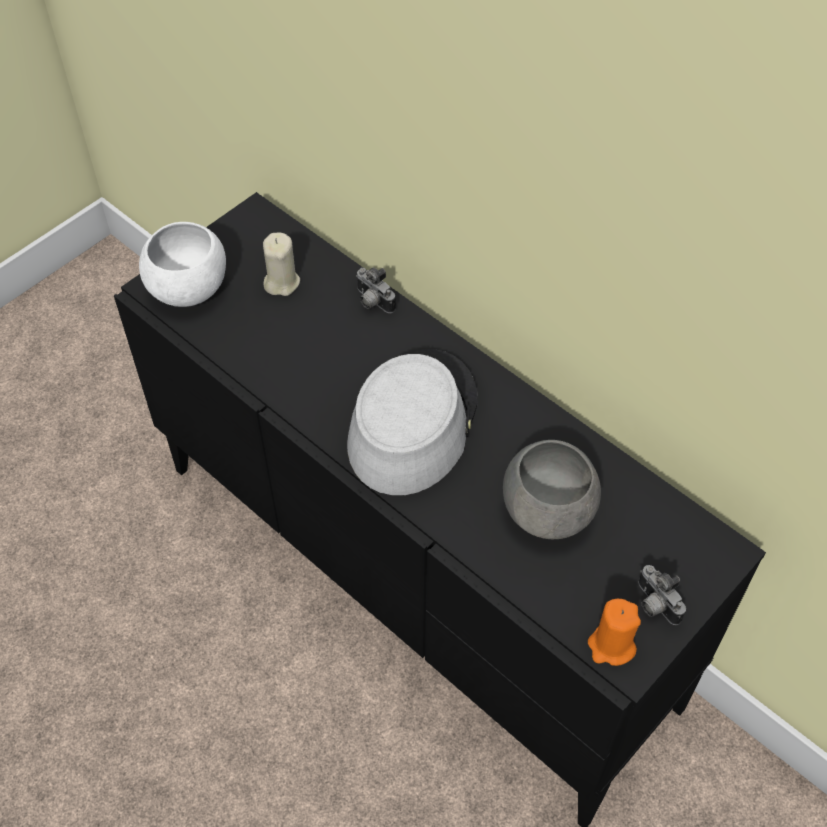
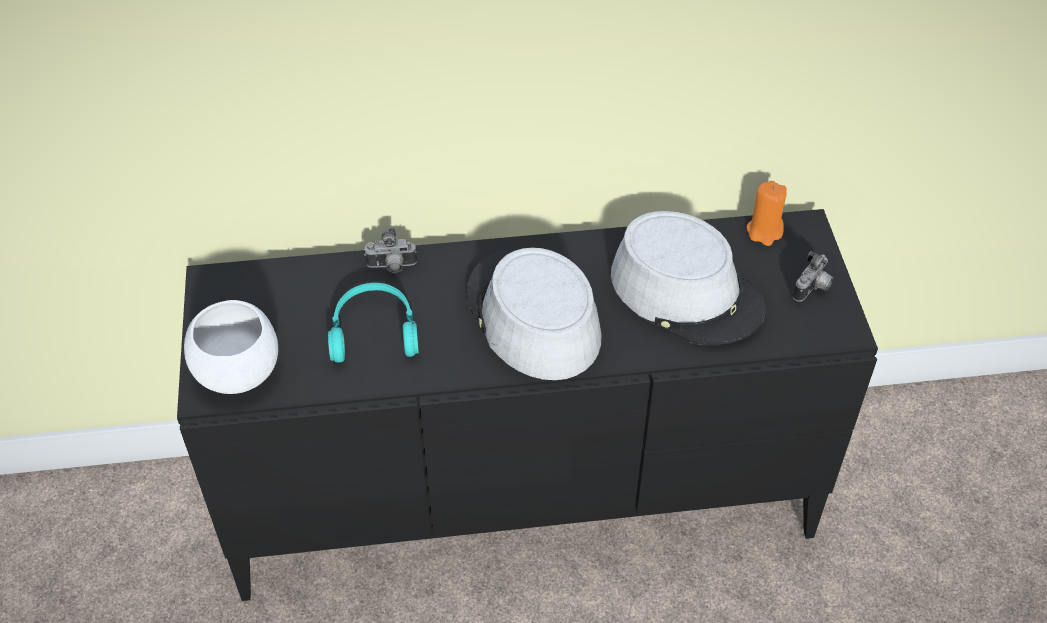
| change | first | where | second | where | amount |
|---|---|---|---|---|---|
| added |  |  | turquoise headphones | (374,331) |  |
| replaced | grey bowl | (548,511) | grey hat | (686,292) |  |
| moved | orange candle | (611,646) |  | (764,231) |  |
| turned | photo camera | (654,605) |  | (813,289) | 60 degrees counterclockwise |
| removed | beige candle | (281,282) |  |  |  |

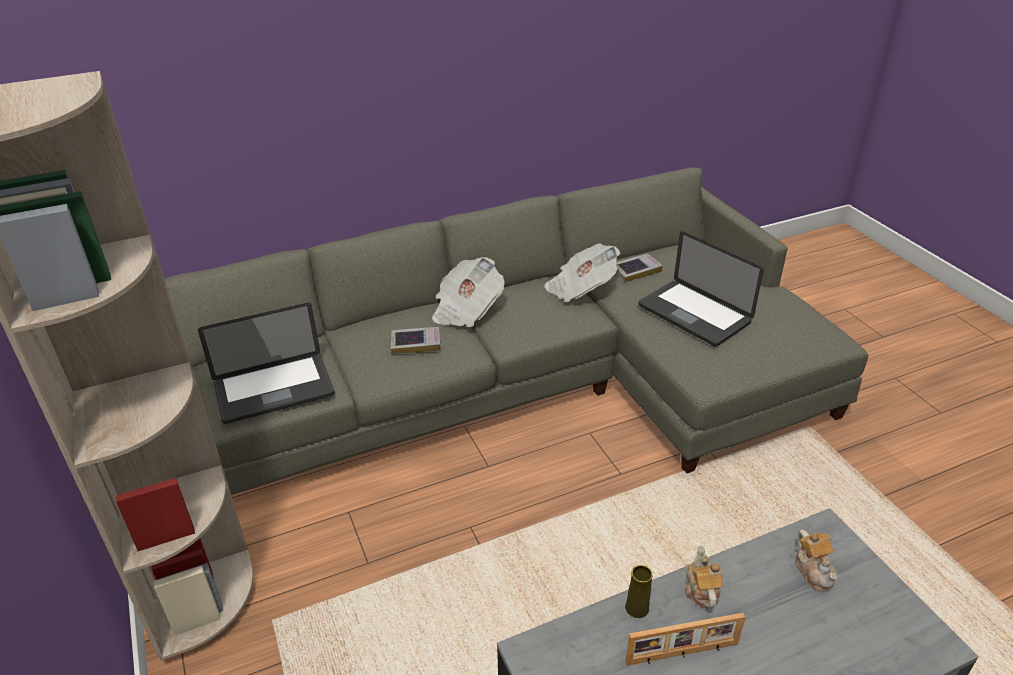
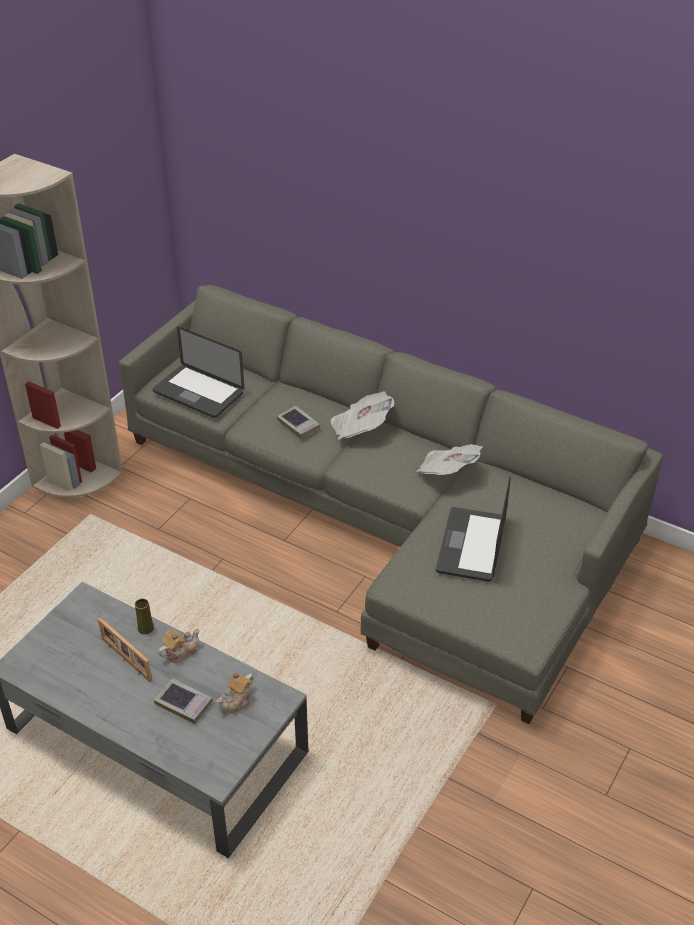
| change | first | where | second | where | amount |
|---|---|---|---|---|---|
| moved | book | (636,270) |  | (184,703) |  |

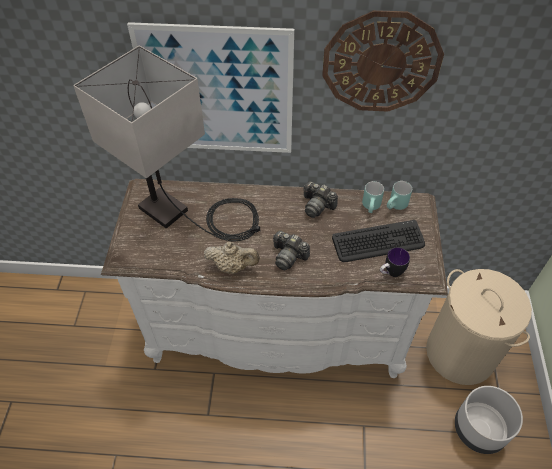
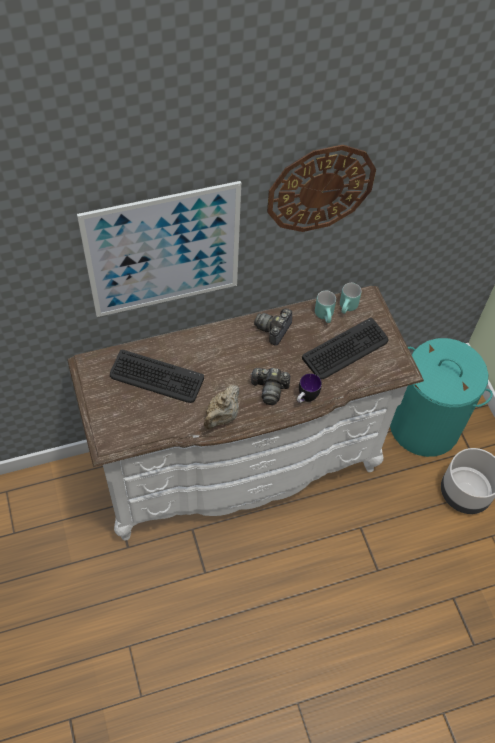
| change | first | where | second | where | amount |
|---|---|---|---|---|---|
| replaced | table lamp | (192,215) | keyboard | (156,377) |  |
| turned | beige teapot | (232,266) |  | (222,416) | 135 degrees clockwise |
| turned | photo camera | (317,206) |  | (274,329) | 105 degrees clockwise |
| moved | mug | (390,273) |  | (305,399) |  |
| recoloured | beige laundry basket | (459,352) | turquoise laundry basket | (423,425) |  |

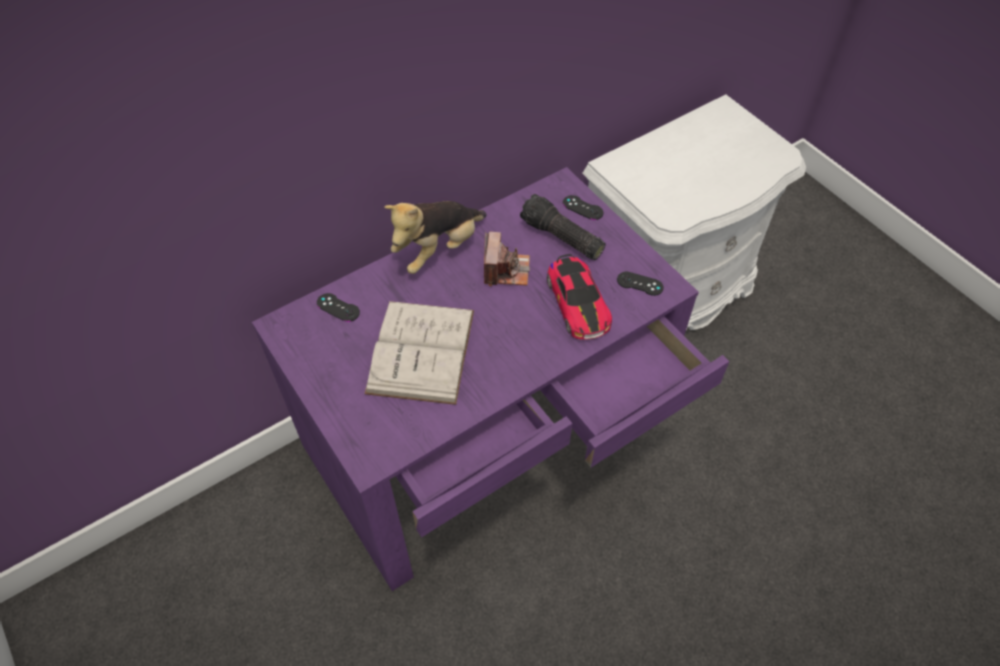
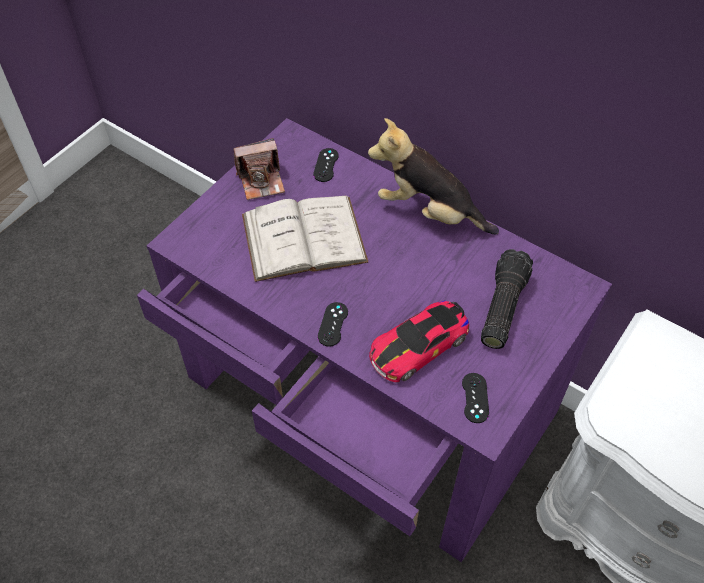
| change | first | where | second | where | amount |
|---|---|---|---|---|---|
| moved | photo camera | (505,270) |  | (261,181) |  |
| moved | black game controller | (582,208) |  | (333,324) |  |

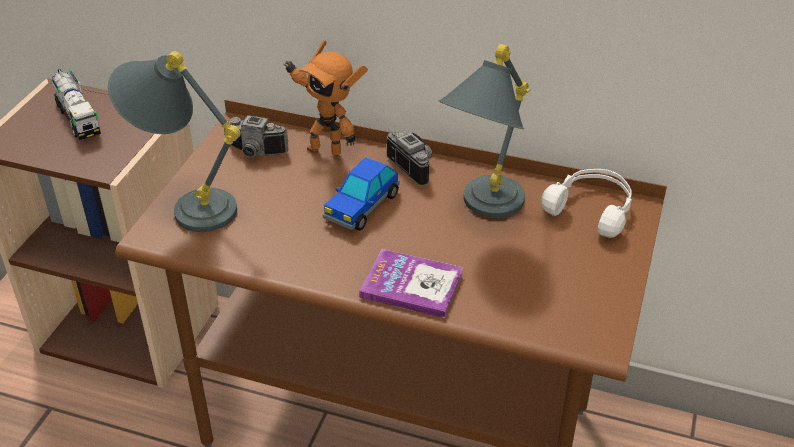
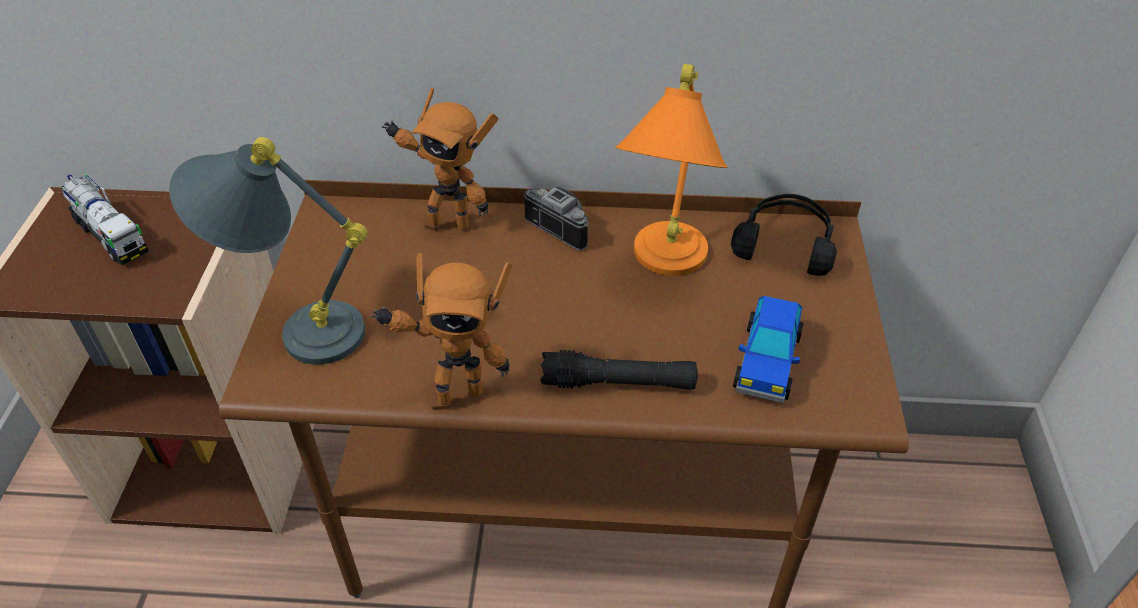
| change | first | where | second | where | amount |
|---|---|---|---|---|---|
| added |  |  | toy robot | (454,394) |  |
| replaced | book | (412,285) | black flashlight | (618,383) |  |
| recoloured | grey table lamp | (481,211) | orange table lamp | (662,269) |  |
| recoloured | white headphones | (591,209) | black headphones | (785,243) |  |
| moved | toy car | (362,206) |  | (767,361) |  |
| removed | photo camera | (255,153) |  |  |  |

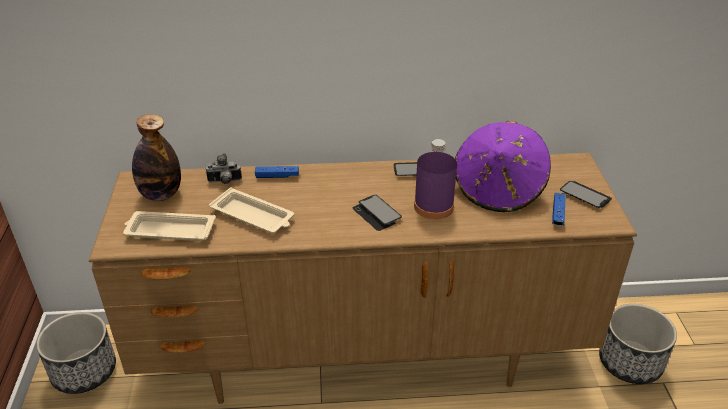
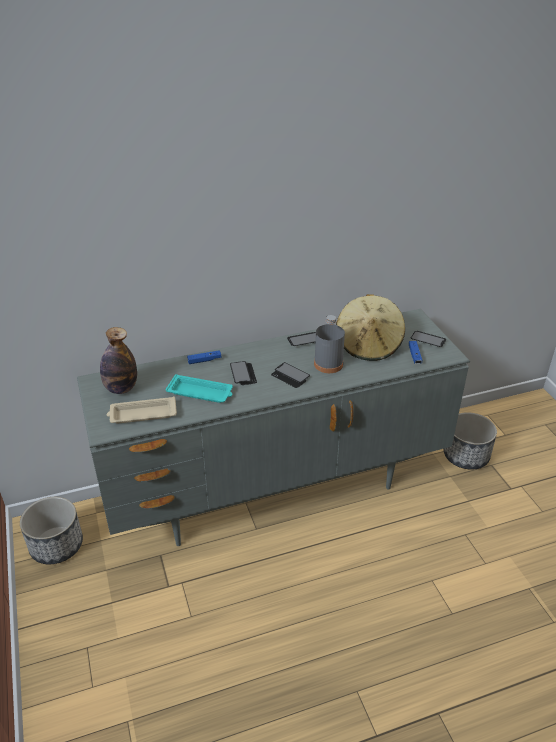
| change | first | where | second | where | amount |
|---|---|---|---|---|---|
| recoloured | brown dresser | (363,360) | grey dresser | (277,492) |  |
| recoloured | beige tray | (253,216) | turquoise tray | (201,393) |  |
| added |  |  | phone | (243,374) |  |
| recoloured | purple bottle | (433,206) | grey bottle | (328,364) |  |
| recoloured | purple hat | (499,190) | beige hat | (369,345) |  |
| removed | photo camera | (224,182) |  |  |  |

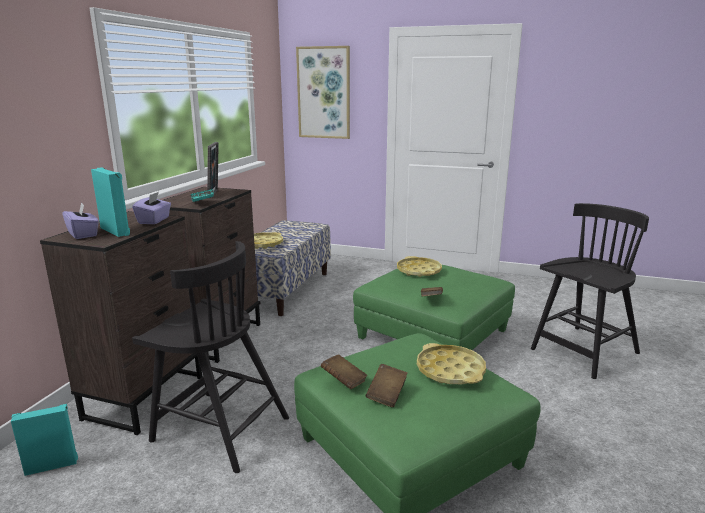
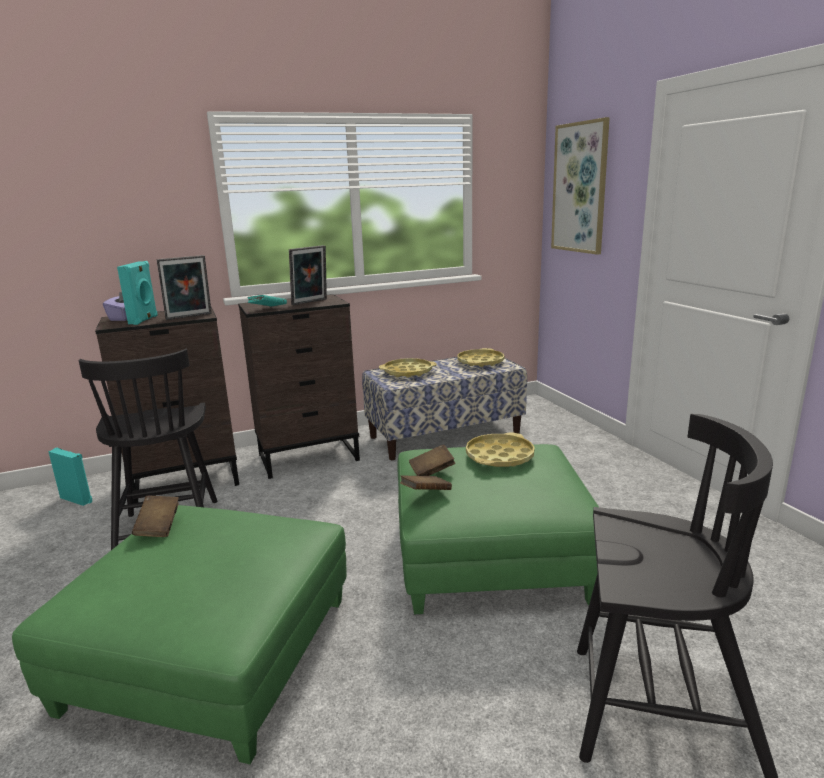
| change | first | where | second | where | amount |
|---|---|---|---|---|---|
| replaced | purple tissue box | (154,220) | picture frame | (189,317) |  |
| moved | brown book | (386,395) |  | (432,471) |  |
| moved | yellow tray | (450,370) |  | (480,362) |  |

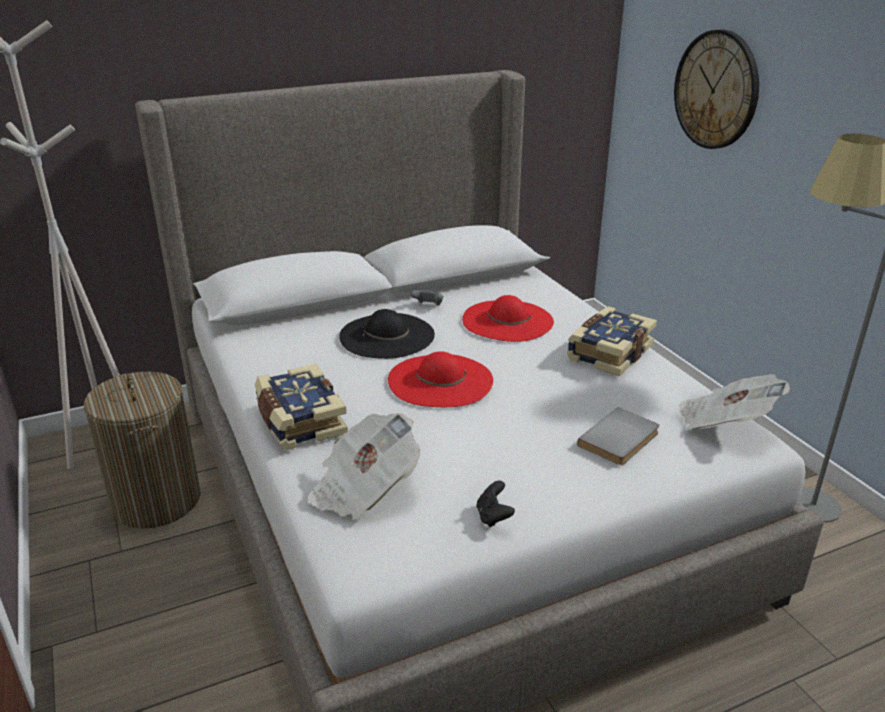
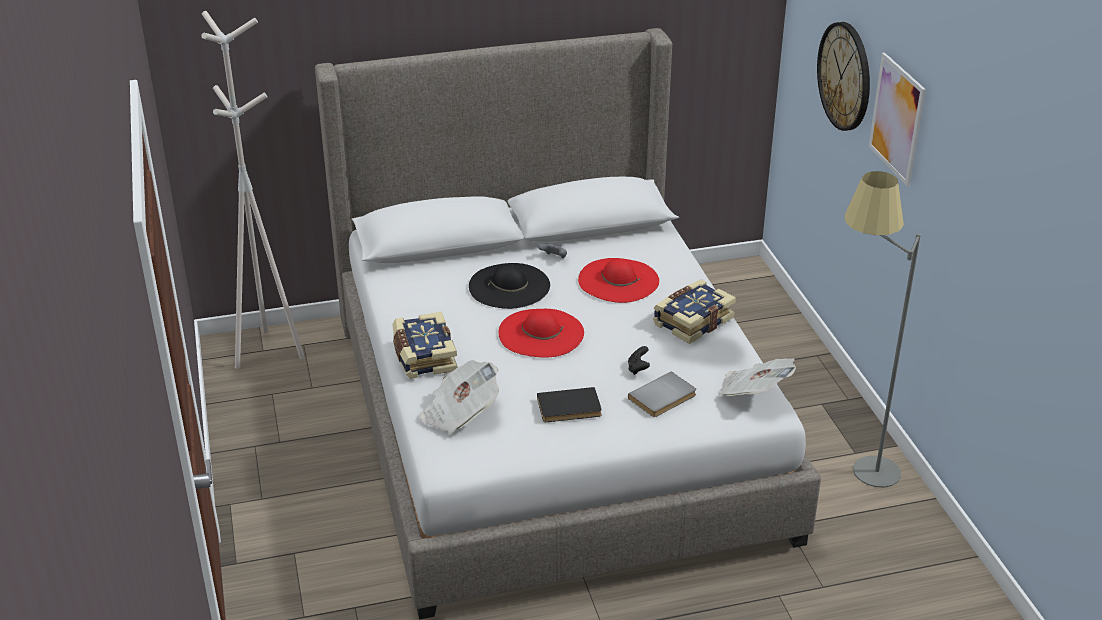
| change | first | where | second | where | amount |
|---|---|---|---|---|---|
| added |  |  | black book | (569,408) |  |
| moved | black game controller | (493,516) |  | (638,369) |  |
| added |  |  | picture | (897,119) |  |
| removed | laundry basket | (156,500) |  |  |  |

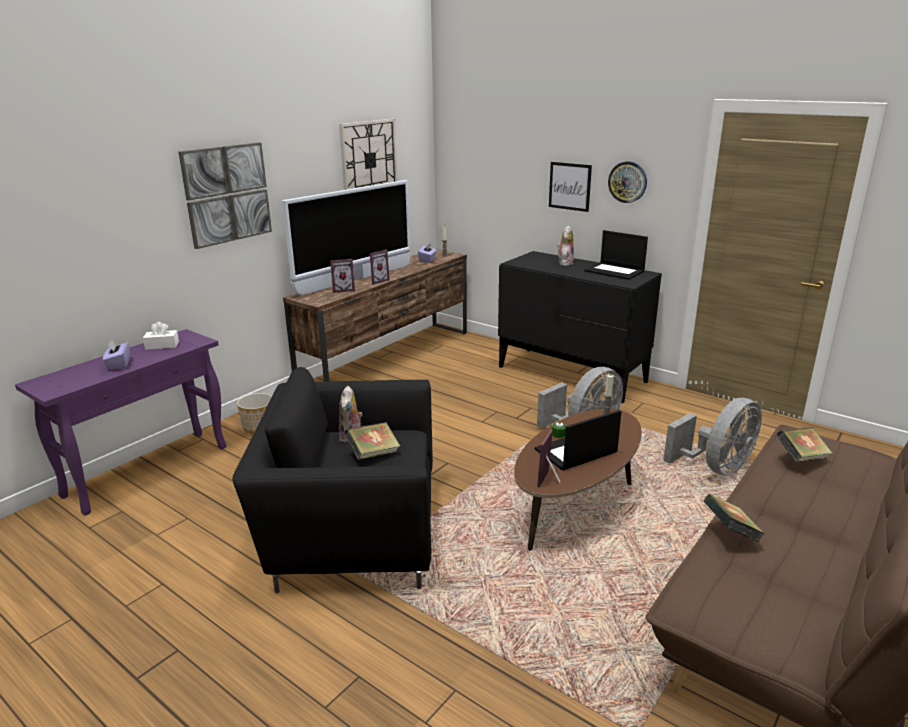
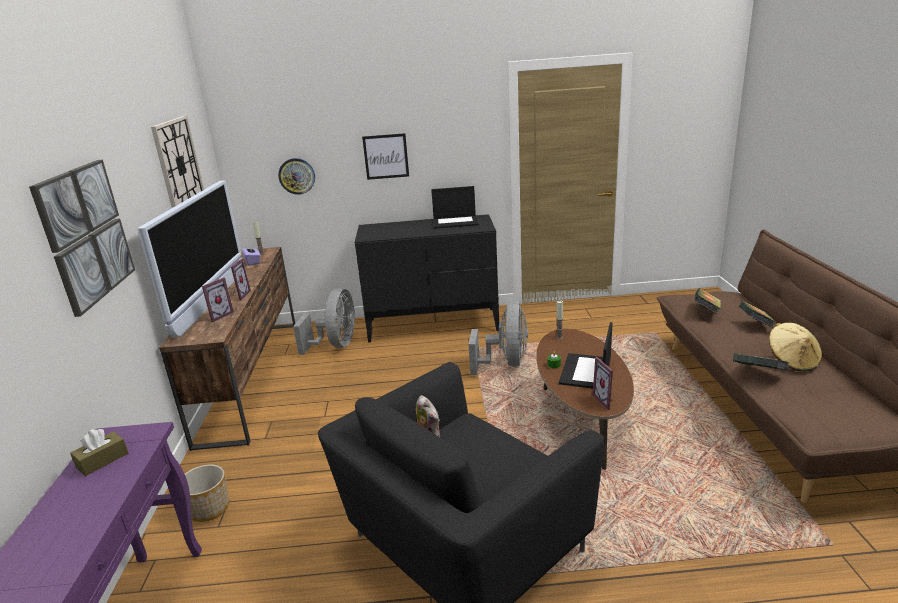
| change | first | where | second | where | amount |
|---|---|---|---|---|---|
| recoloured | white tissue box | (162,345) | brown tissue box | (102,460) |  |
| moved | wall clock | (627,182) |  | (297,176) |  |
| moved | grey fan | (716,468) |  | (336,345) |  |
| moved | book | (373,454) |  | (755,325) |  |
| added |  |  | beige hat | (792,361) |  |
| removed | purple tissue box | (118,365) |  |  |  |
| removed | plush toy | (565,263) |  |  |  |

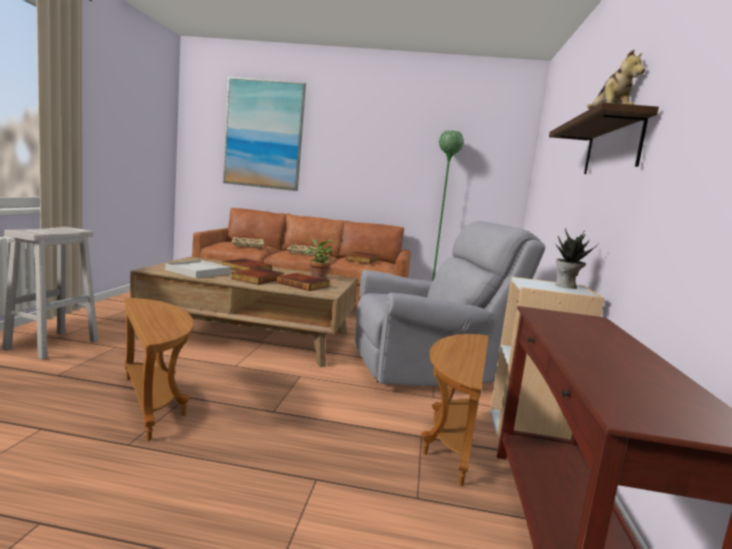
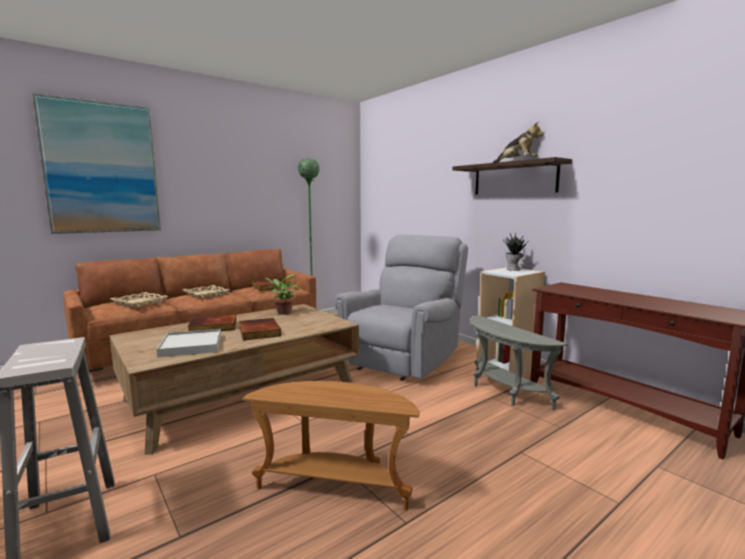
| change | first | where | second | where | amount |
|---|---|---|---|---|---|
| recoloured | brown side table | (450,441) | grey side table | (503,391) |  |
| removed | book | (303,284) |  |  |  |

